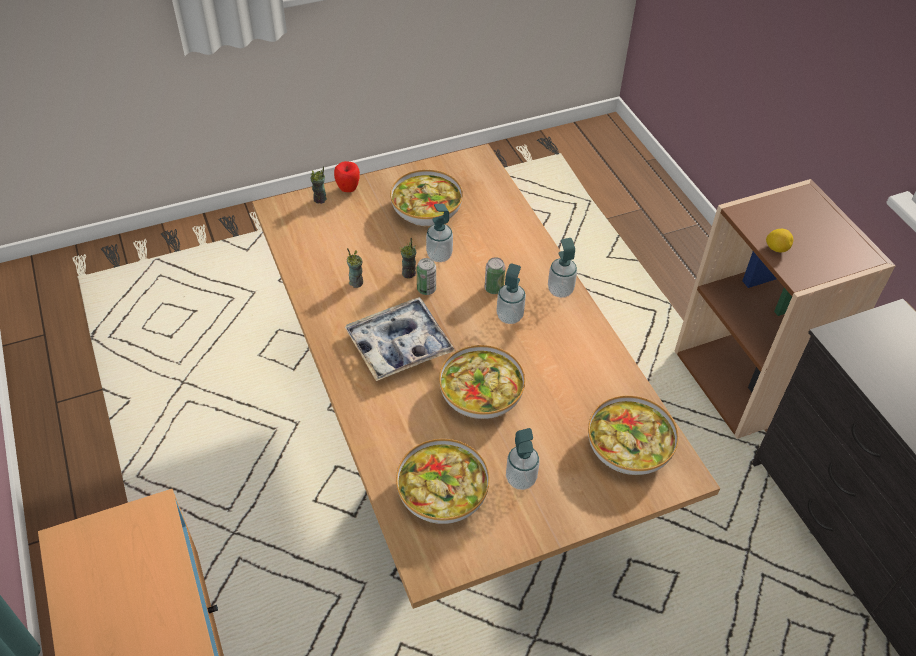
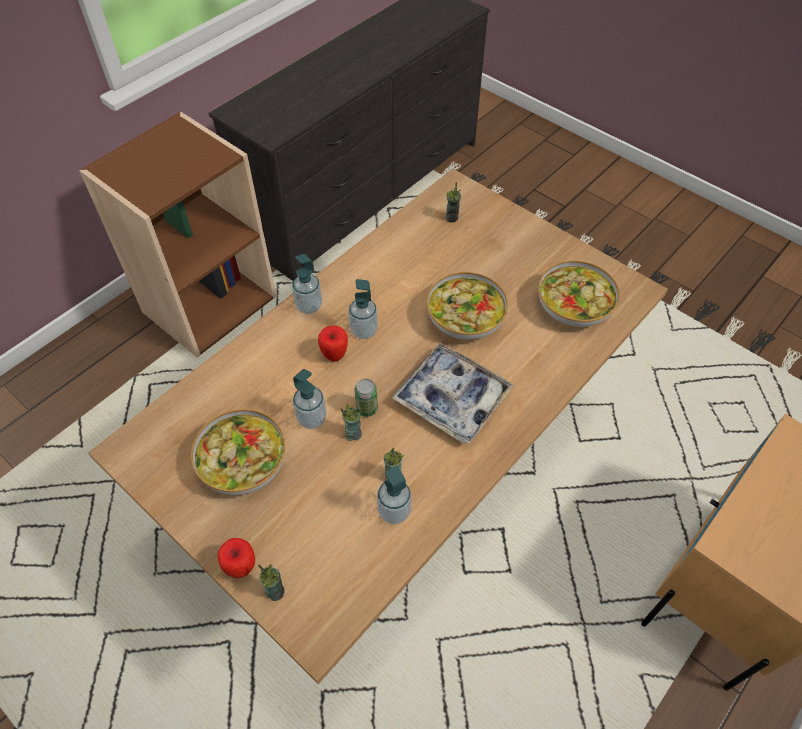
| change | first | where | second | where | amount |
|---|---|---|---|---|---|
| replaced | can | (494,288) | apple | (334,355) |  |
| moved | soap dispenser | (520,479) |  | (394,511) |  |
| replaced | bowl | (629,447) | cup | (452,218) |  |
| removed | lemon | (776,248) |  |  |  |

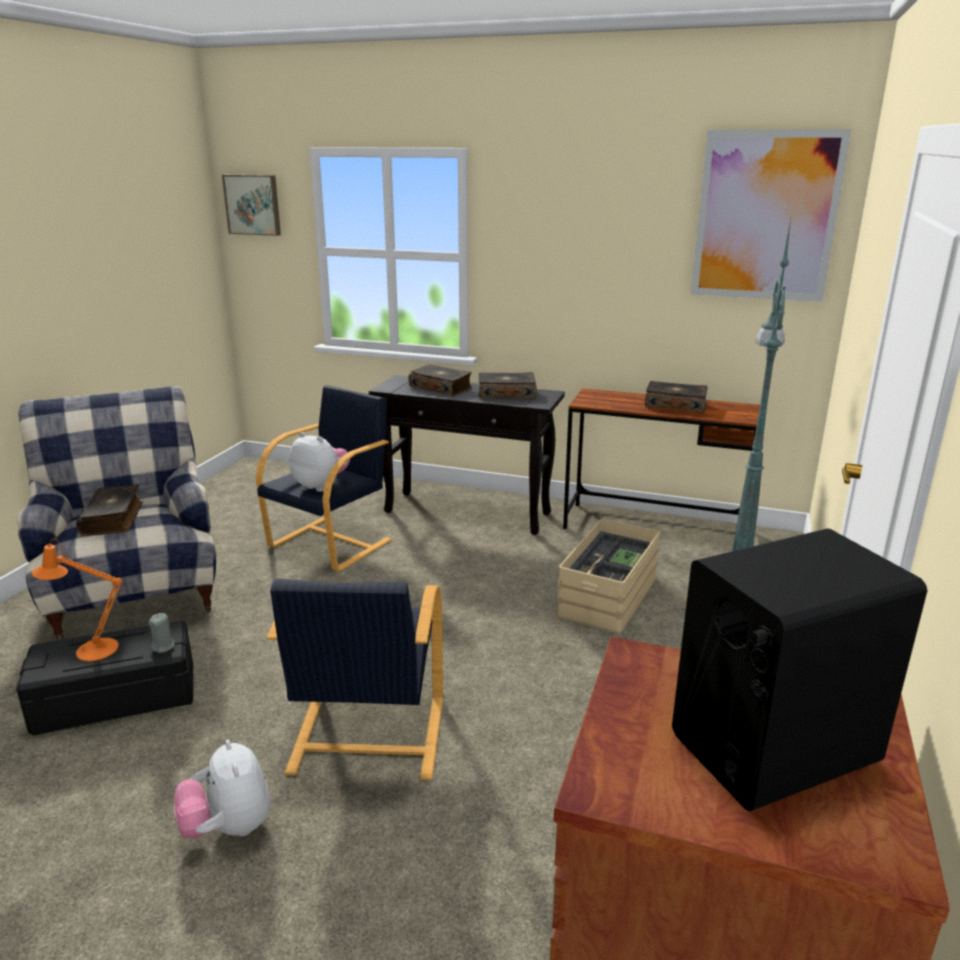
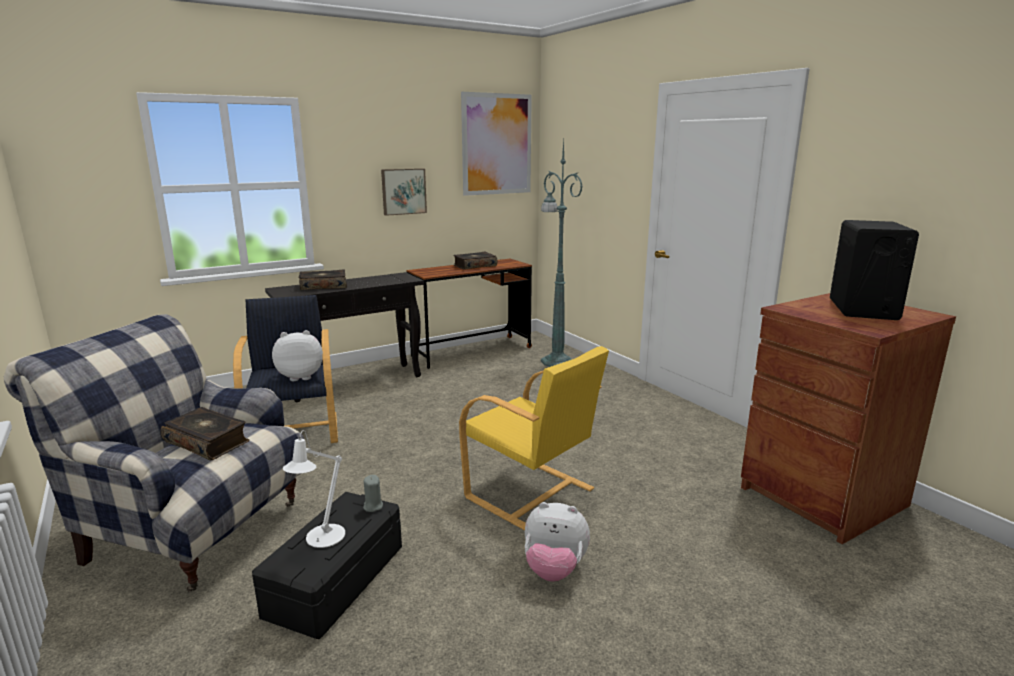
| change | first | where | second | where | amount |
|---|---|---|---|---|---|
| recoloured | orange table lamp | (90,650) | white table lamp | (321,539) |  |
| moved | picture | (253,204) |  | (403,191) |  |
| recoloured | black armchair | (367,737) | yellow armchair | (531,494) |  |
| removed | book | (506,393) |  |  |  |
| removed | beige storage box | (609,596) |  |  |  |

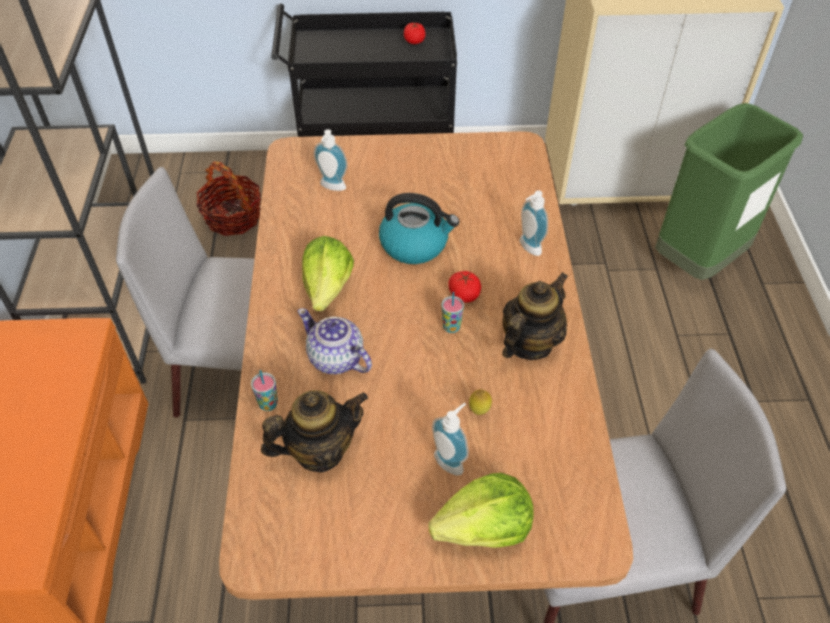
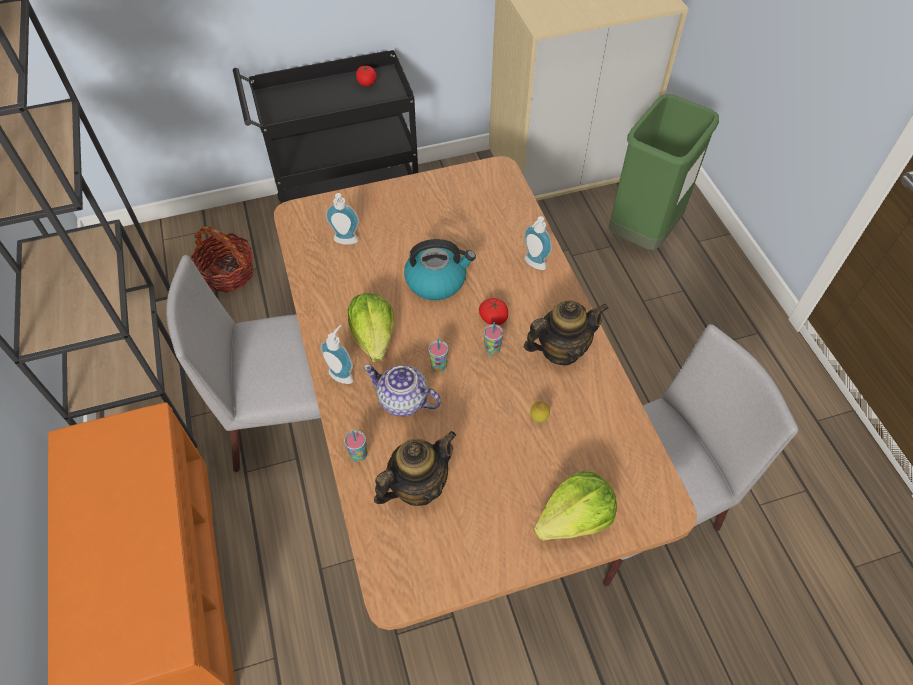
| change | first | where | second | where | amount |
|---|---|---|---|---|---|
| moved | soap dispenser | (451,460) |  | (343,373) |  |
| added |  |  | cup | (439,366) |  |
| turned | teapot | (529,343) |  | (561,350) | 45 degrees clockwise |

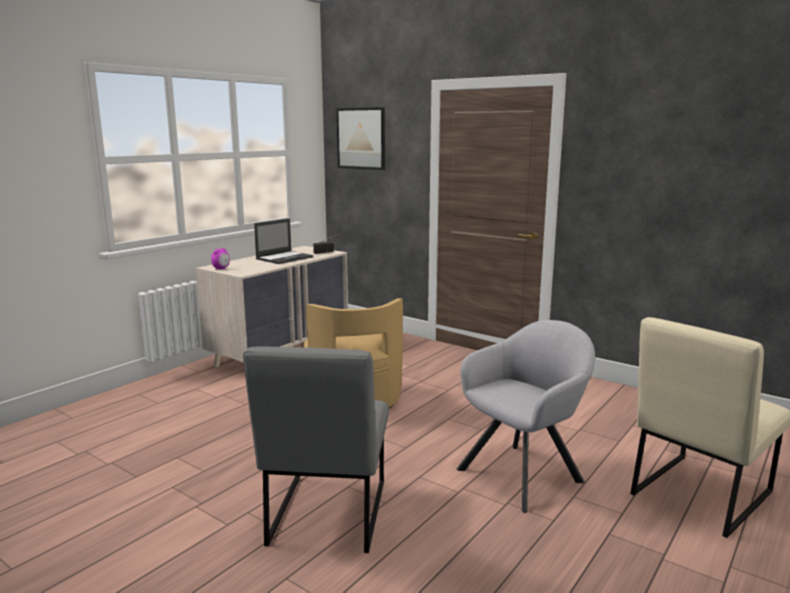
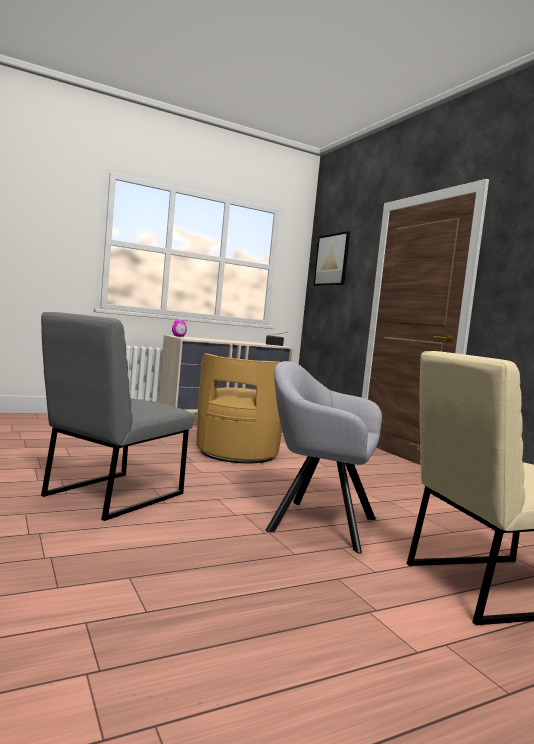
| change | first | where | second | where | amount |
|---|---|---|---|---|---|
| turned | grey armchair | (525,473) |  | (316,522) | 150 degrees counterclockwise |
| removed | laptop | (285,258) |  |  |  |

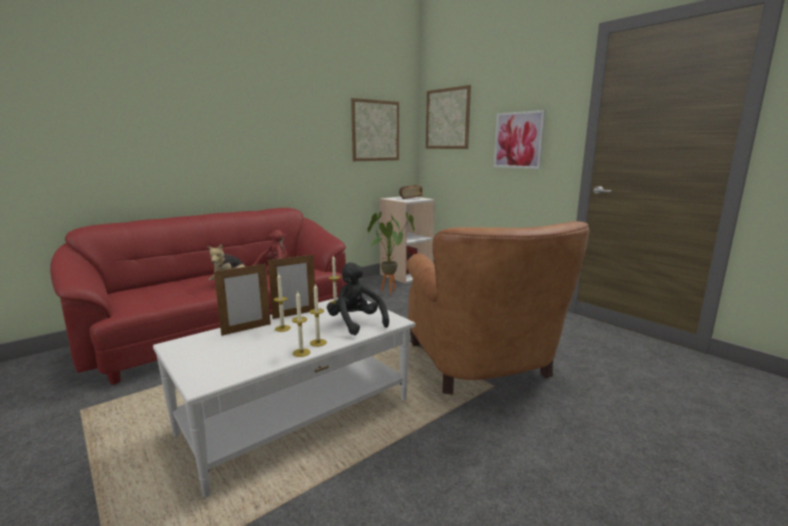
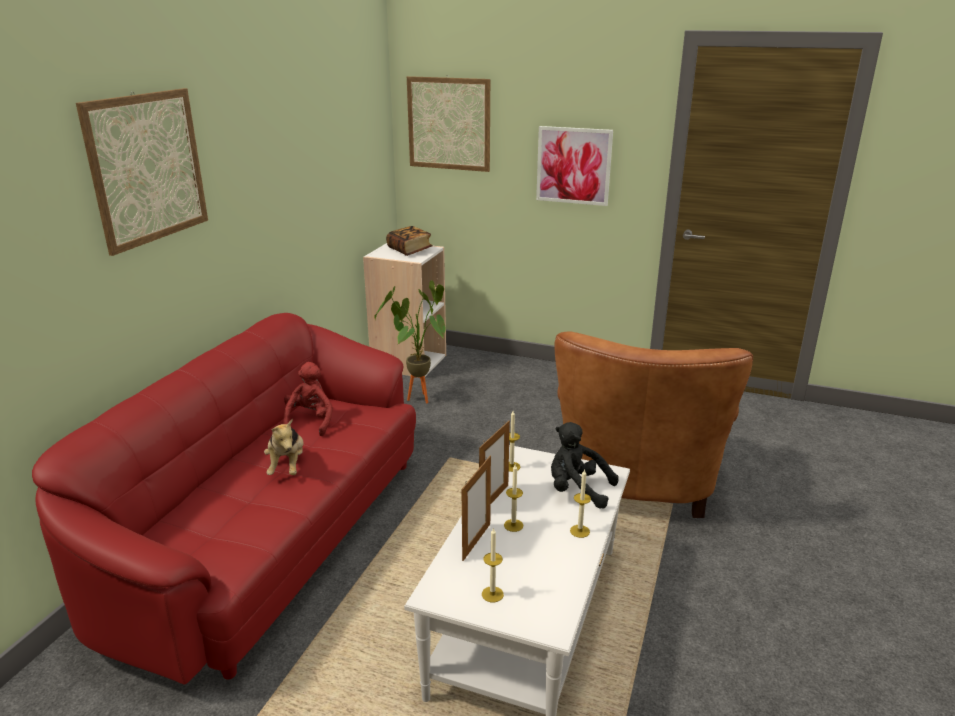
| change | first | where | second | where | amount |
|---|---|---|---|---|---|
| moved | picture | (375,130) |  | (147,166) |  |
| moved | candle | (301,352) |  | (492,594) |  |
| turned | brown armchair | (481,365) |  | (636,481) | 60 degrees clockwise |

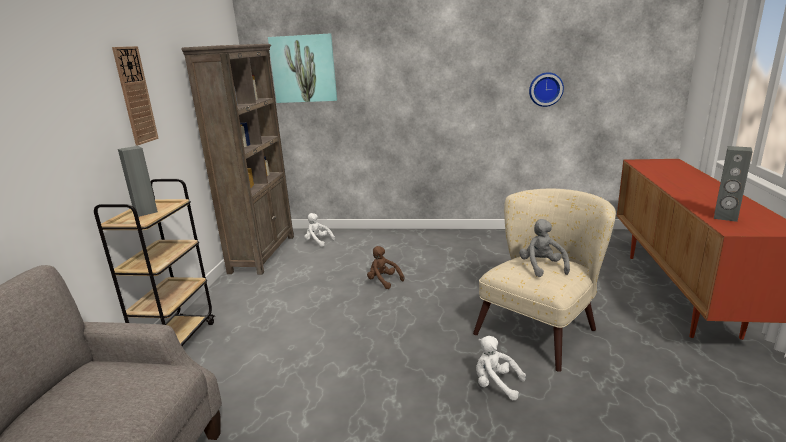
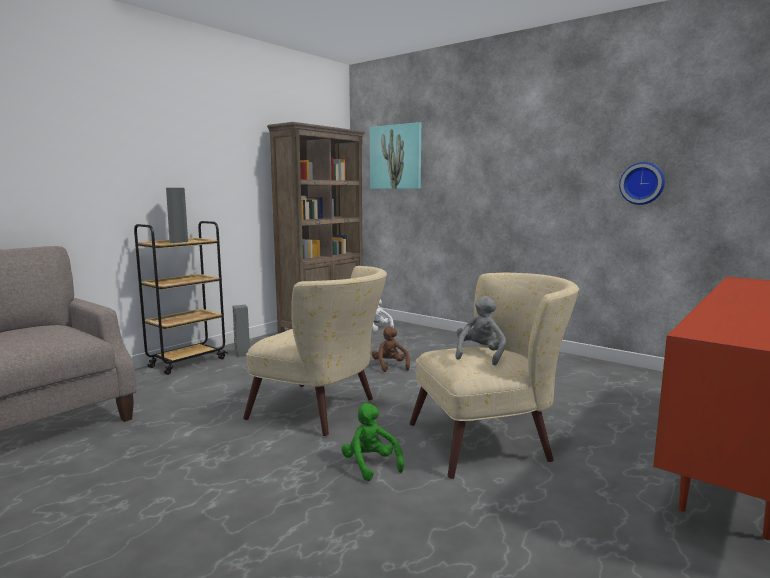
| change | first | where | second | where | amount |
|---|---|---|---|---|---|
| moved | grey speaker | (725,217) |  | (242,354) |  |
| added |  |  | beige armchair | (323,411) |  |
| recoloured | white plush toy | (496,384) | green plush toy | (370,465) |  |
| removed | wall clock | (135,95) |  |  |  |

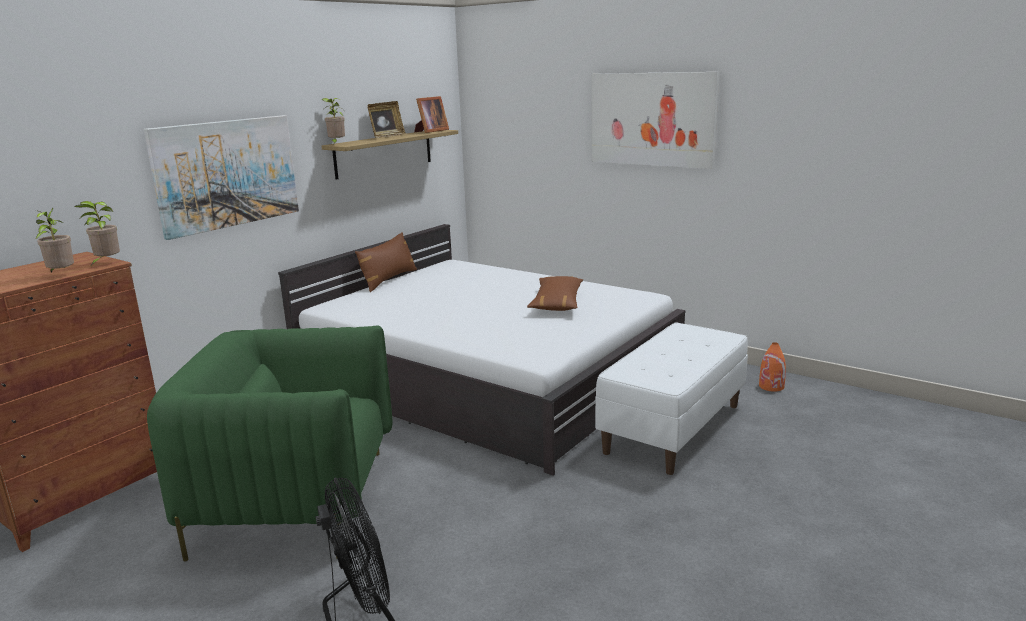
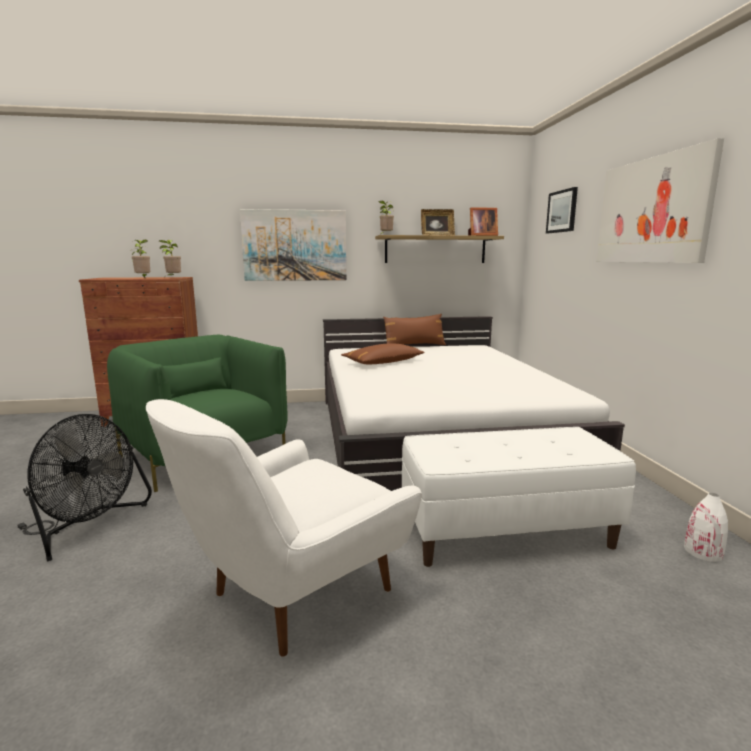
| change | first | where | second | where | amount |
|---|---|---|---|---|---|
| added |  |  | white armchair | (292,596) |  |
| moved | brown pillow | (557,303) |  | (383,362) |  |
| added |  |  | picture | (562,211) |  |
| recoloured | orange vase | (771,386) | white vase | (703,552) |  |

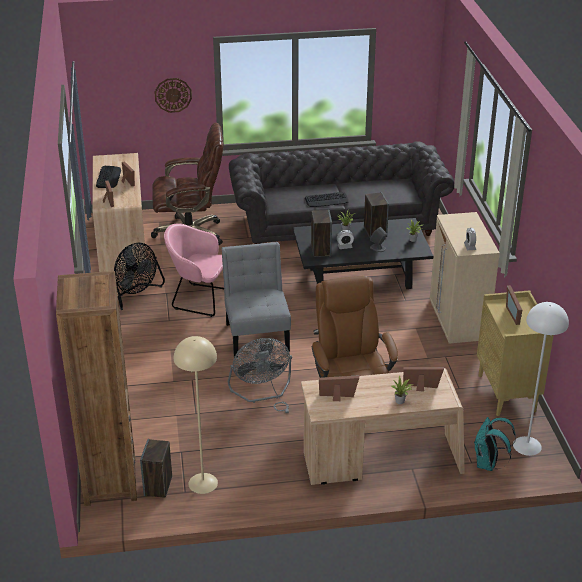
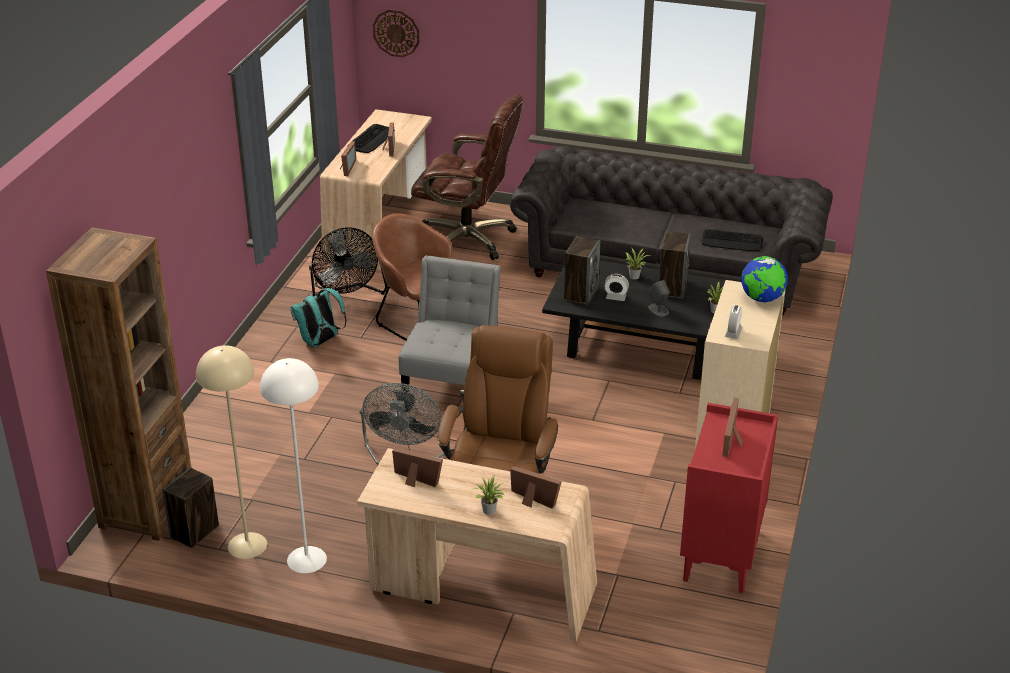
| change | first | where | second | where | amount |
|---|---|---|---|---|---|
| moved | white floor lamp | (526,445) |  | (306,559) |  |
| moved | turquoise backpack | (488,464) |  | (320,342) |  |
| recoloured | pink armchair | (199,298) | brown armchair | (417,320) |  |
| moved | wall clock | (173,95) |  | (396,33) |  |
| recoloured | beige cabinet | (506,393) | red cabinet | (721,556) |  |
| moved | keyboard | (327,200) |  | (732,241) |  |
| added |  |  | globe | (762,299) |  |

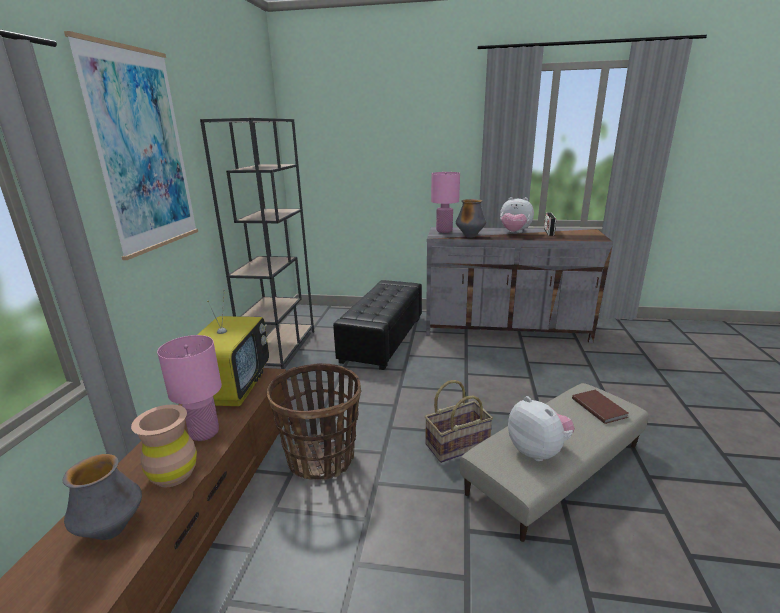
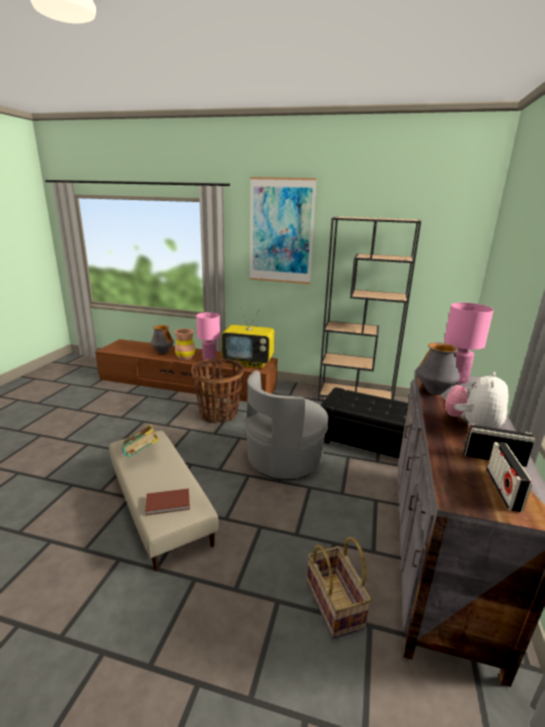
| change | first | where | second | where | amount |
|---|---|---|---|---|---|
| replaced | plush toy | (538,451) | book | (142,455) |  |
| added |  |  | grey armchair | (284,459) |  |
| moved | basket | (457,444) |  | (335,603) |  |
| added |  |  | radio | (503,489) |  |

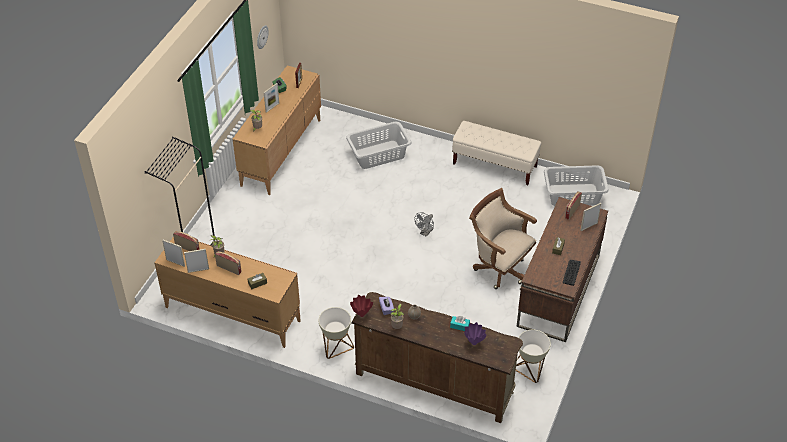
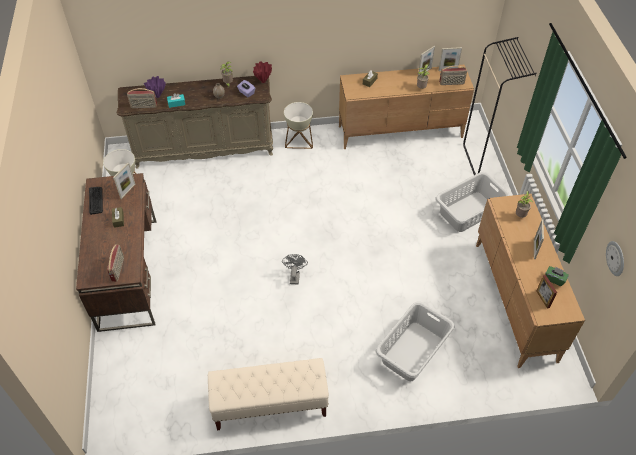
| change | first | where | second | where | amount |
|---|---|---|---|---|---|
| moved | picture frame | (589,226) |  | (128,191) |  |
| moved | radio | (229,268) |  | (144,106) |  |
| moved | grey laundry basket | (573,195) |  | (468,211) |  |
| removed | office chair | (498,269) |  |  |  |

